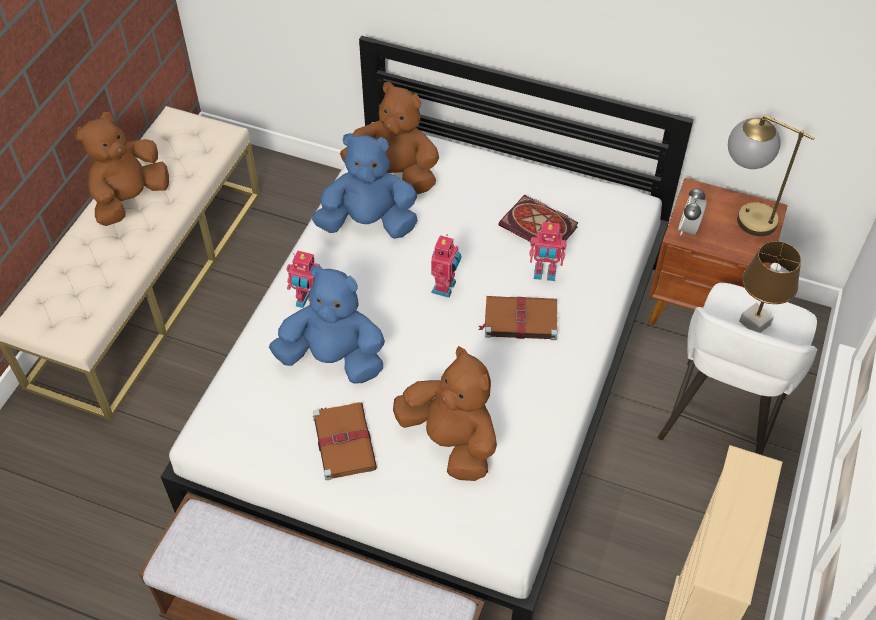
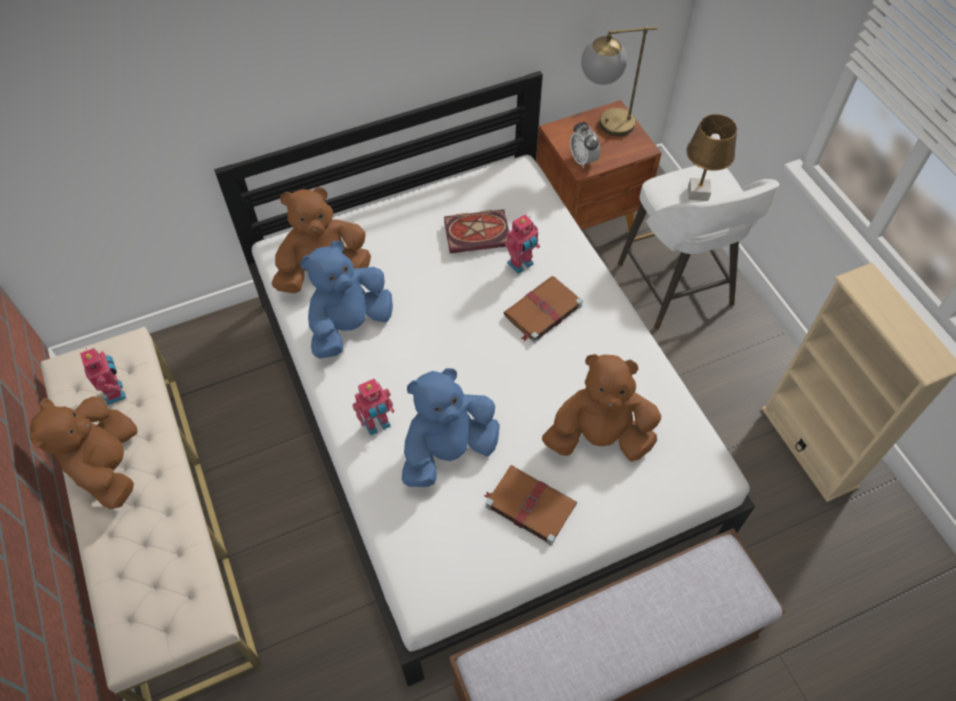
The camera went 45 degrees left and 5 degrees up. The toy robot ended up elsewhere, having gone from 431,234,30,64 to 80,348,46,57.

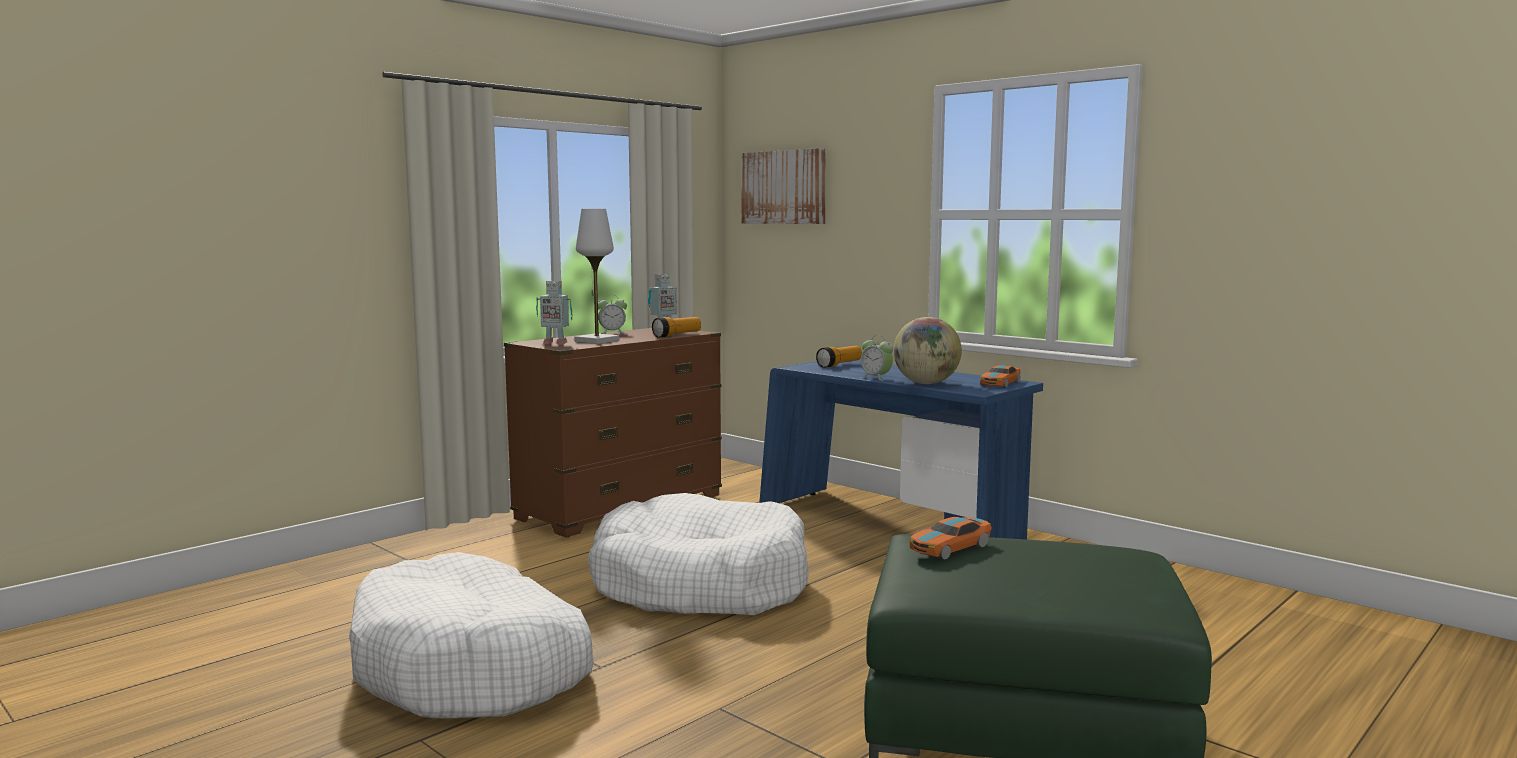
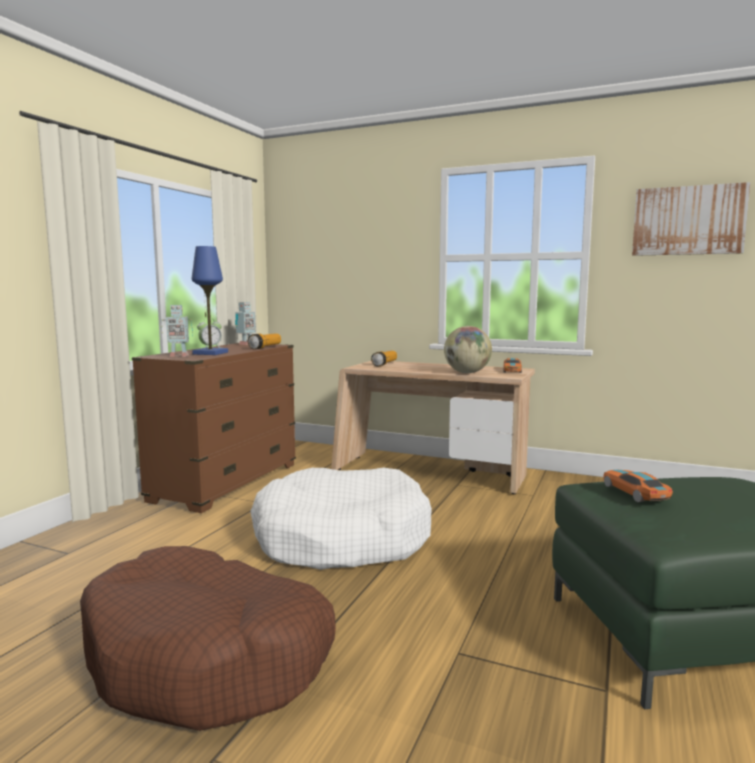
The camera went 20 degrees left and 0 degrees up. What was the white dog bed at 349,552,245,167 turned into the brown dog bed at 80,546,256,185. What was the white table lamp at 574,209,45,135 turned into the blue table lamp at 192,246,36,109. The picture ended up elsewhere, having gone from 741,148,85,76 to 632,182,118,74. What was the blue desk at 759,360,284,180 turned into the beige desk at 331,361,204,133. The second view lost the alarm clock at 860,335,33,46. The toy car at 910,517,82,42 ended up facing another way, 135 degrees clockwise from before.

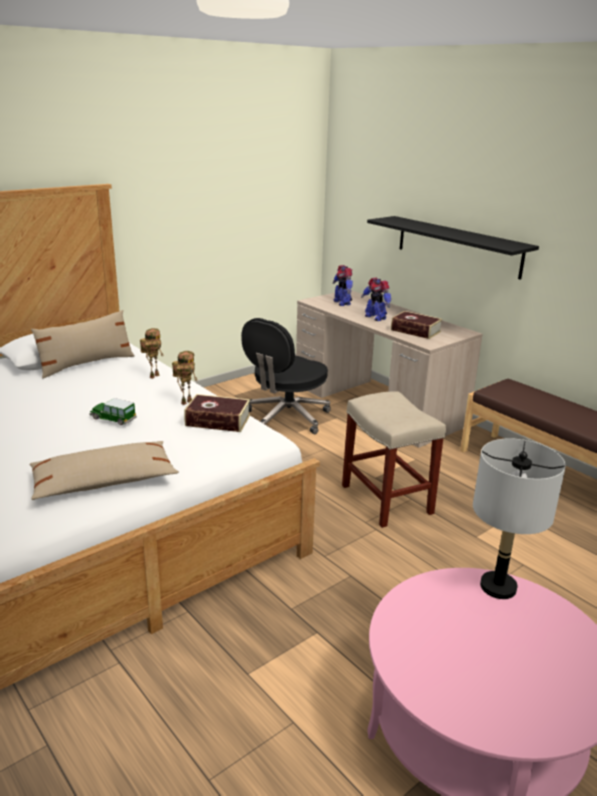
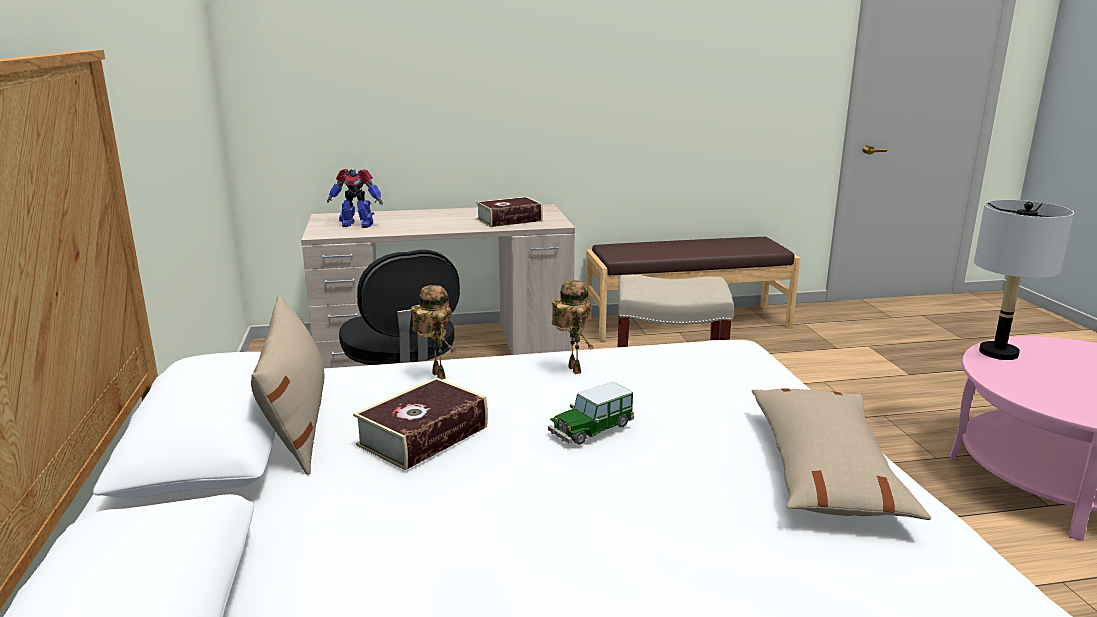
The camera went 60 degrees left and 5 degrees down. The book ended up elsewhere, having gone from 184,394,66,38 to 353,377,135,93. The second view lost the toy robot at 361,278,30,43. The second view lost the black shelf at 367,216,172,64.

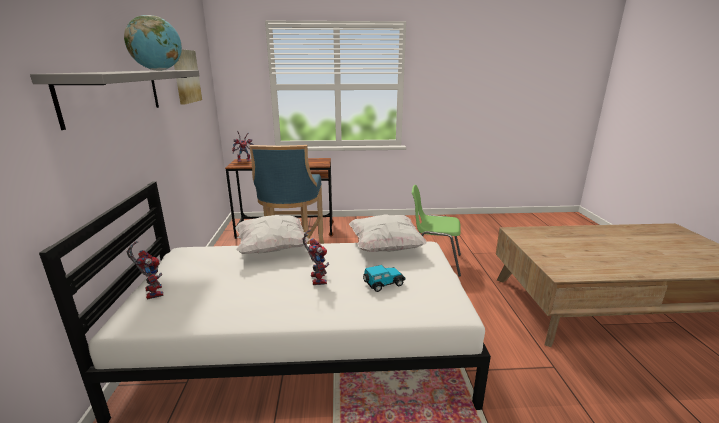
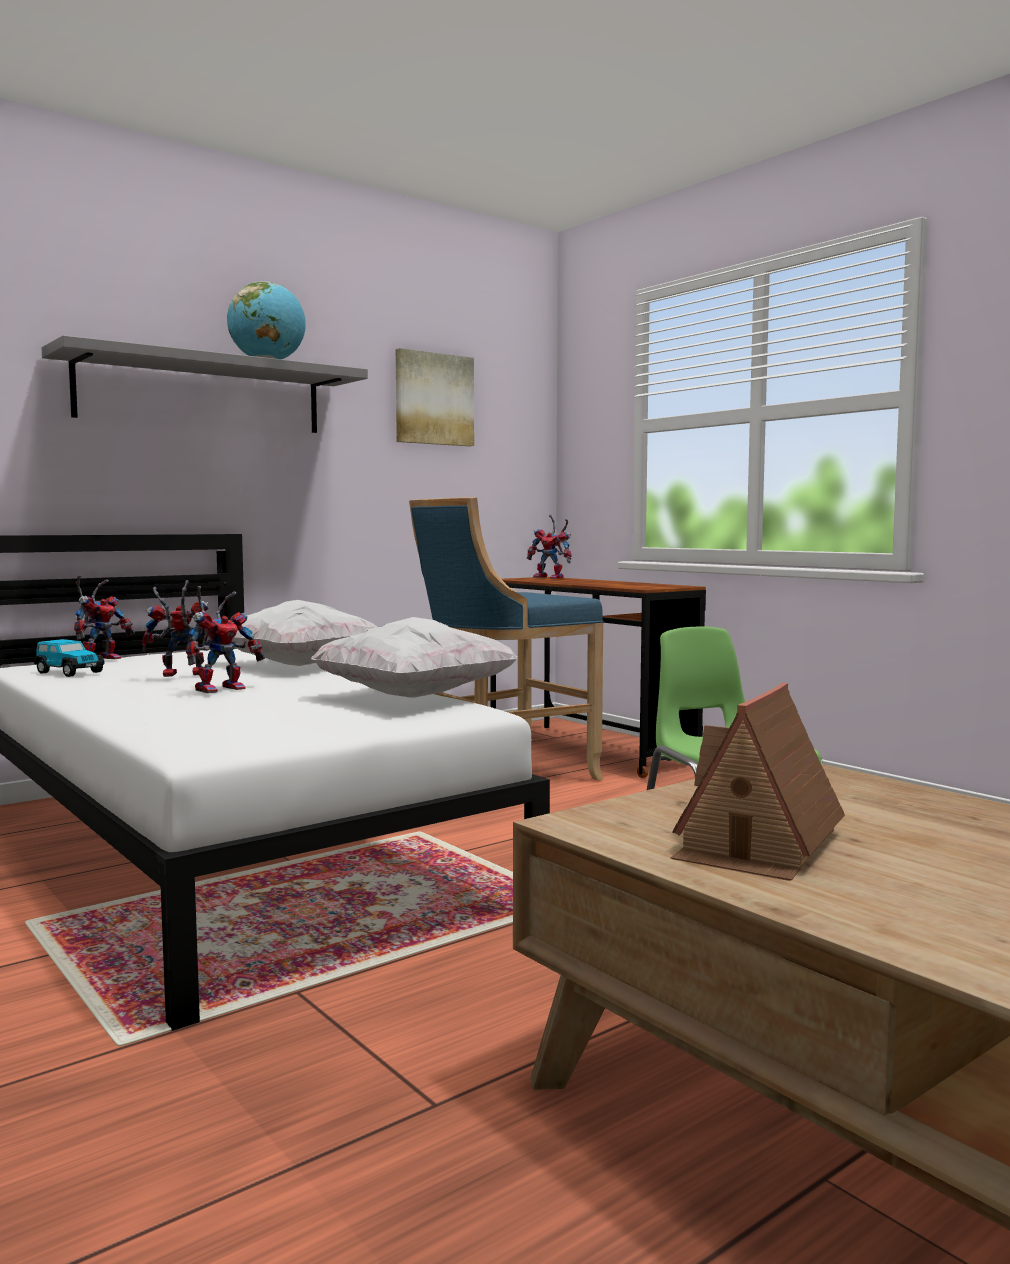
The camera went 55 degrees right and 15 degrees down. The toy car ended up elsewhere, having gone from 363,265,43,27 to 34,639,71,38. The second view gained the toy robot at 142,580,67,97. The second view gained the toy house at 670,683,175,198.

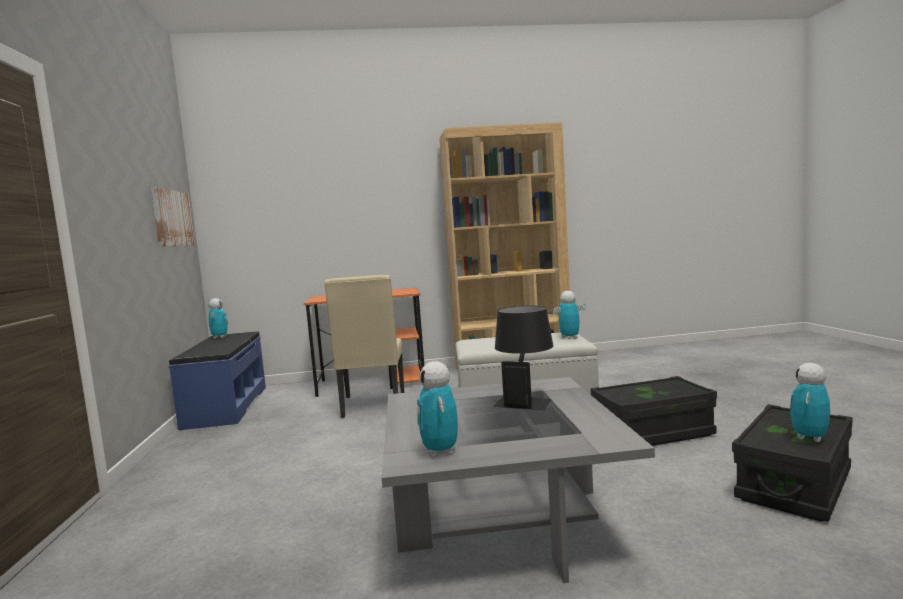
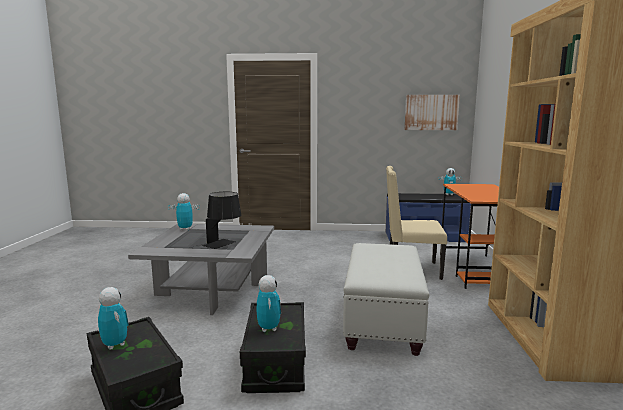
The camera went 100 degrees right and 5 degrees up. The toy robot ended up elsewhere, having gone from 551,291,35,48 to 257,275,24,57.

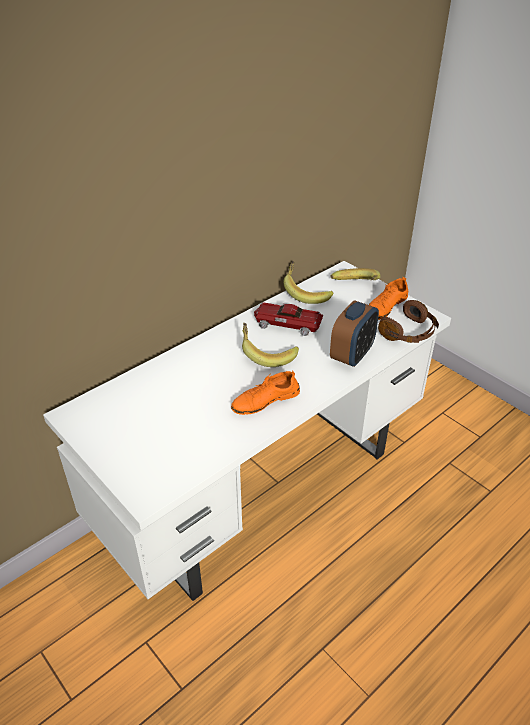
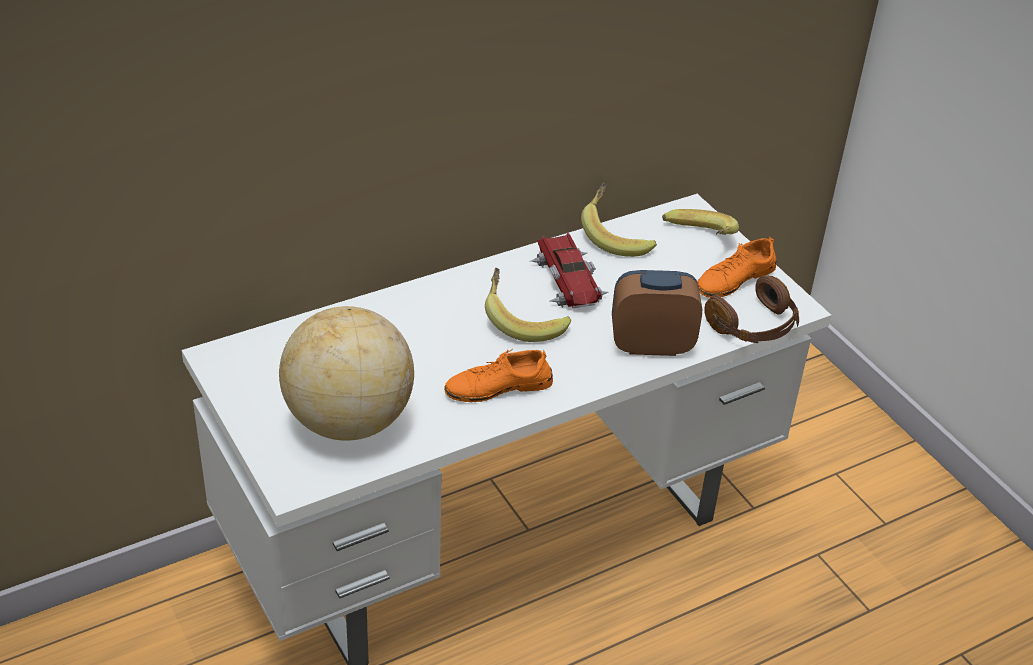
The camera went 10 degrees right and 0 degrees up. The toy car at 254,302,69,34 ended up facing another way, 135 degrees counterclockwise from before. The alarm clock at 330,301,49,66 ended up facing another way, 135 degrees counterclockwise from before. The second view gained the globe at 279,306,135,135.

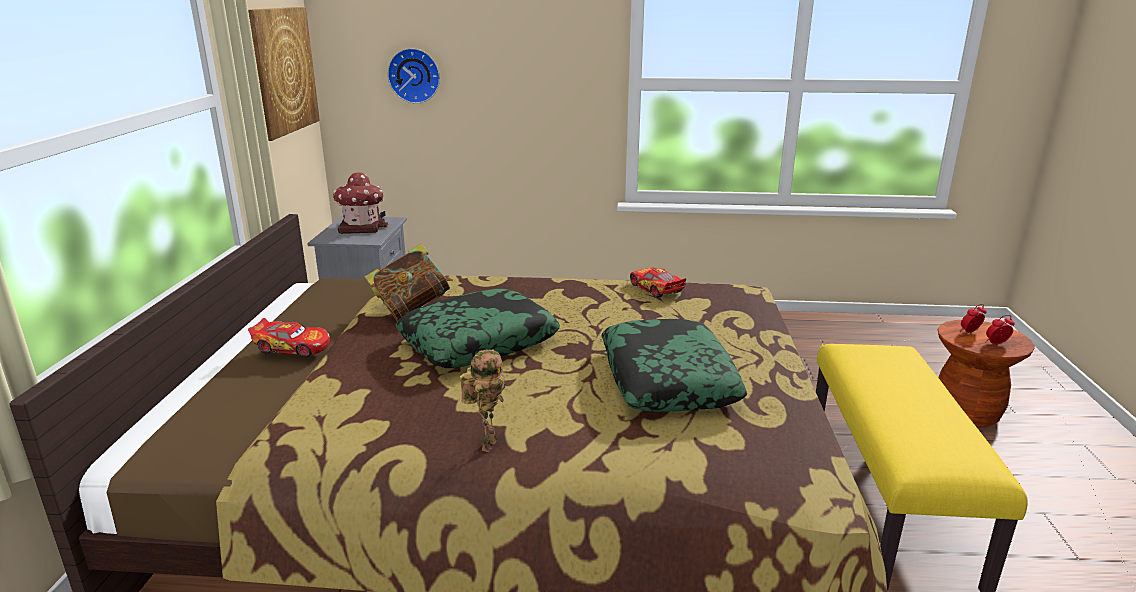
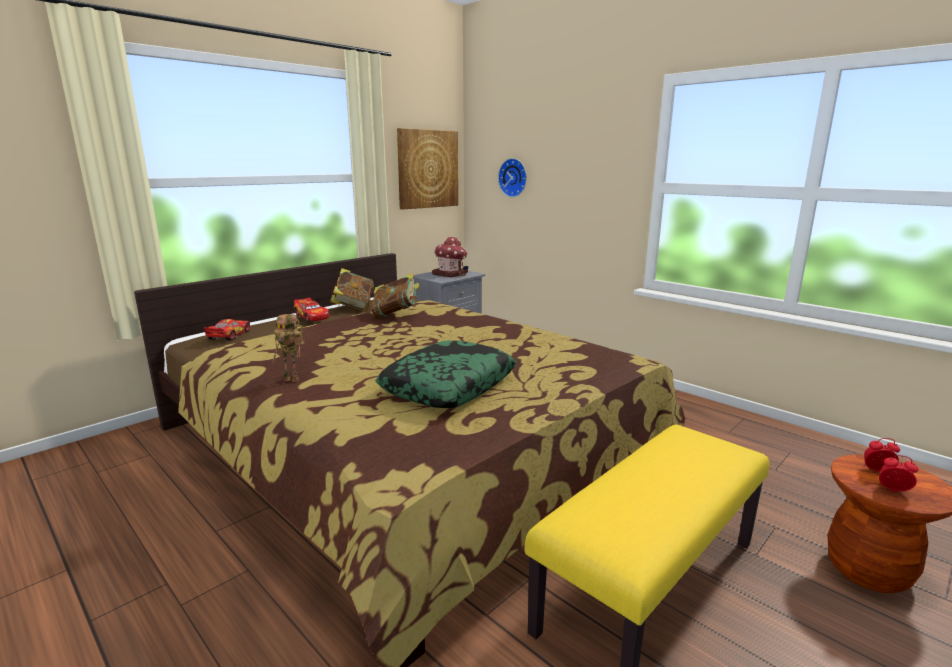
The camera went 40 degrees right and 5 degrees down. The second view lost the pillow at 396,289,164,79. The toy robot at 460,349,45,103 ended up facing another way, 45 degrees clockwise from before. The toy car ended up elsewhere, having gone from 630,267,56,31 to 204,319,46,21. The second view gained the book at 330,268,44,43.

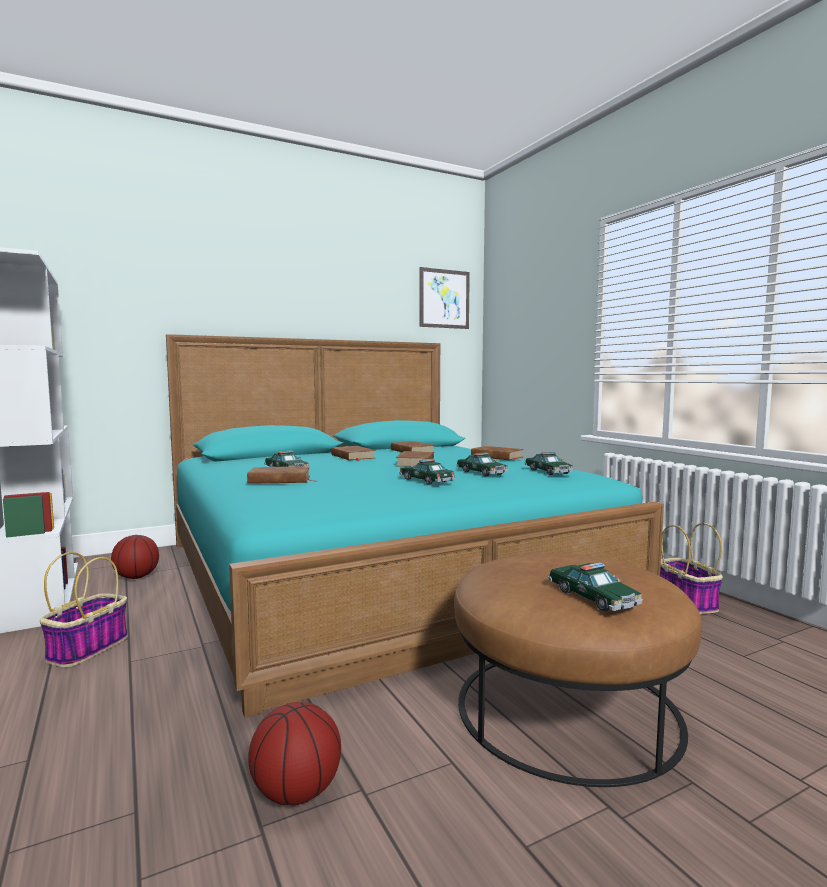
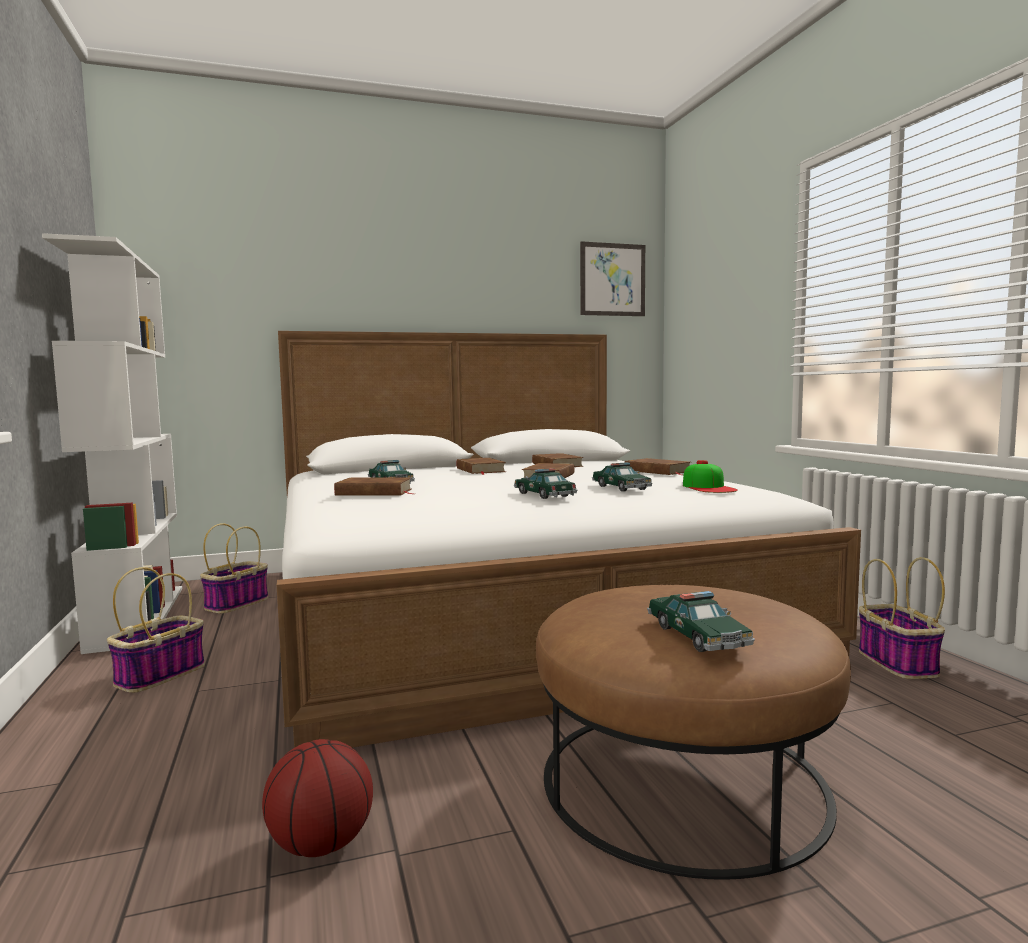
The camera went 10 degrees right and 0 degrees up. Where the basketball stood at 111,535,48,44, the basket came to stand at 200,523,68,91. What was the turquoise bed at 166,334,498,384 turned into the white bed at 277,331,584,417. Where the toy car stood at 525,452,49,23, the cap came to stand at 683,460,55,33.

